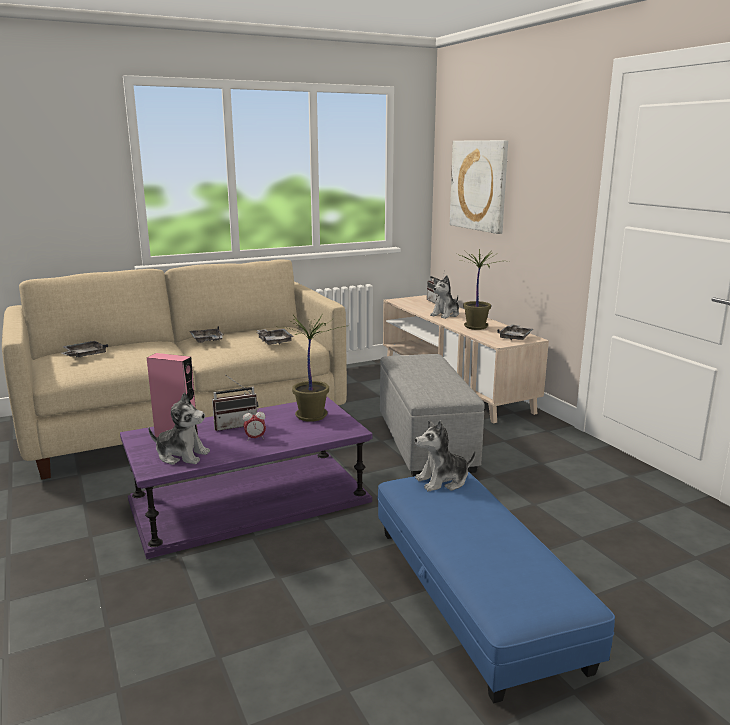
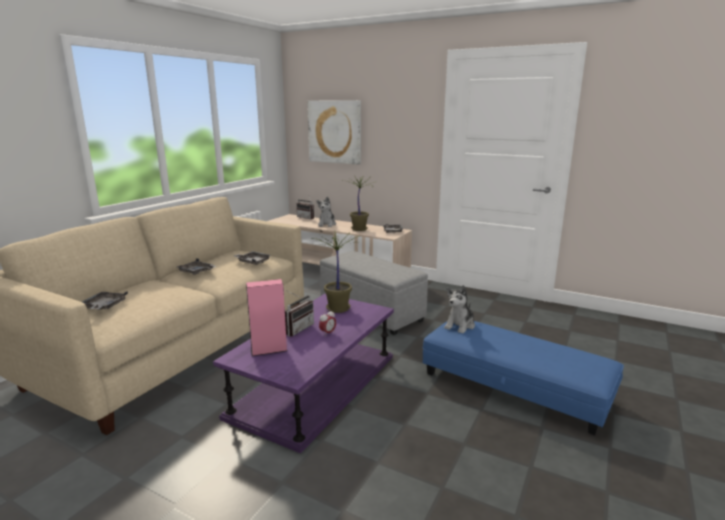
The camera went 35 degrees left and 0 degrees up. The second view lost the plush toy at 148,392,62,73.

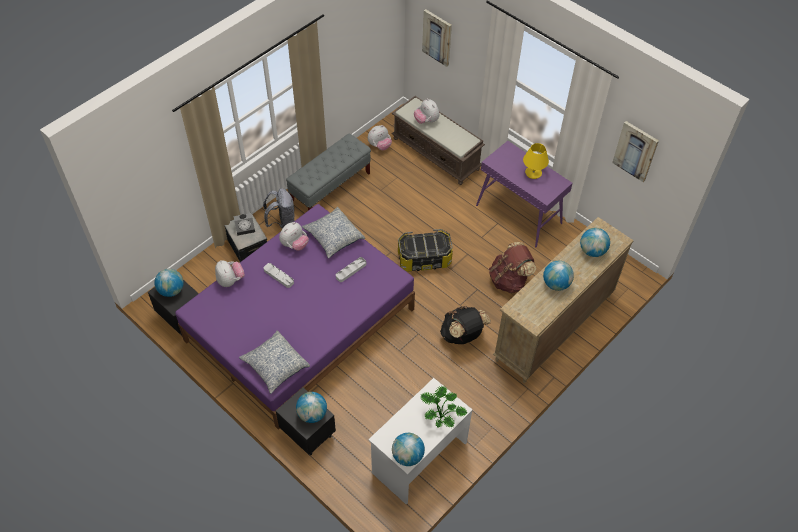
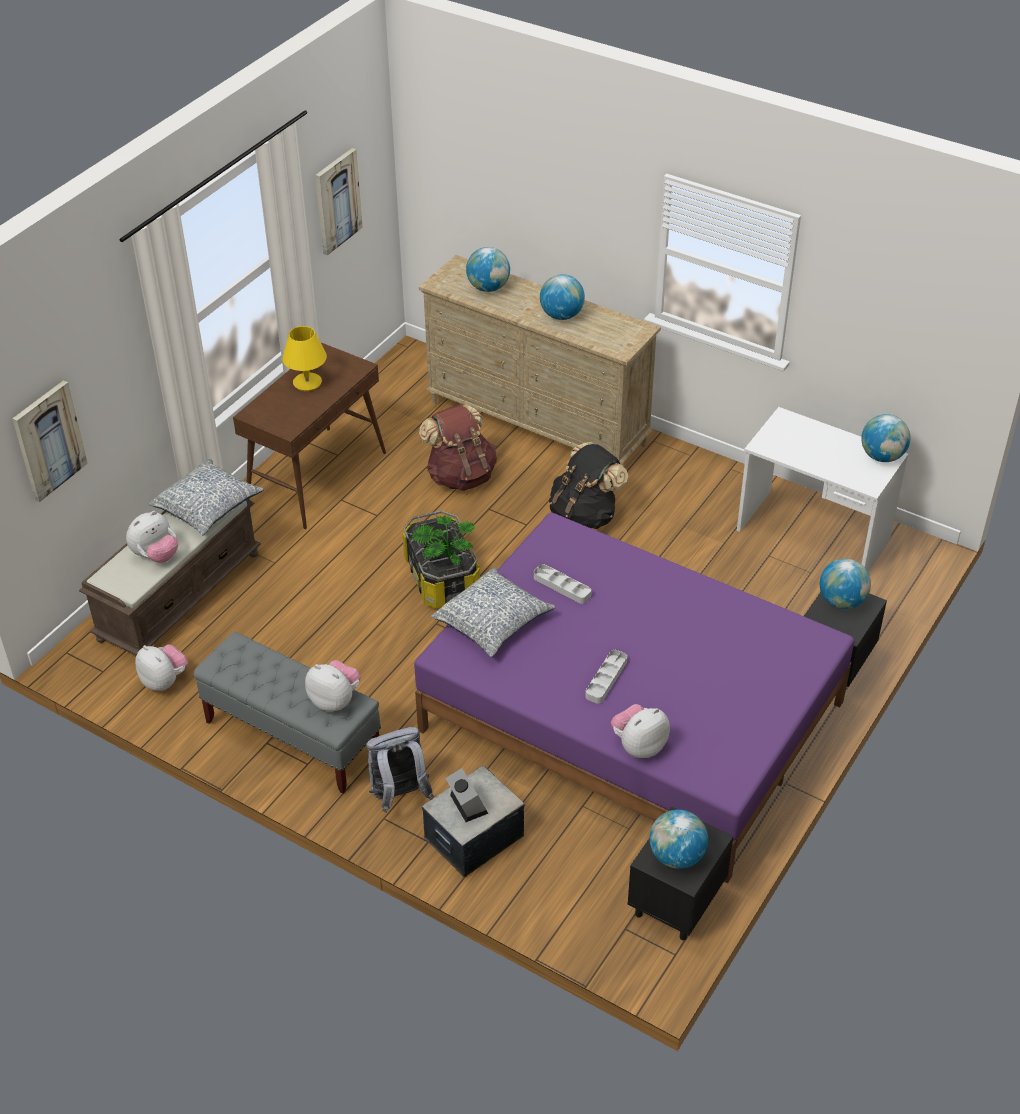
The camera went 100 degrees left and 10 degrees down. The pillow ended up elsewhere, having gone from 239,330,71,64 to 148,459,115,76. The plush toy ended up elsewhere, having gone from 279,222,30,29 to 305,660,55,51. The potted plant ended up elsewhere, having gone from 420,386,48,42 to 411,516,65,50. What was the purple console table at 476,141,97,107 turned into the brown console table at 233,343,153,186.

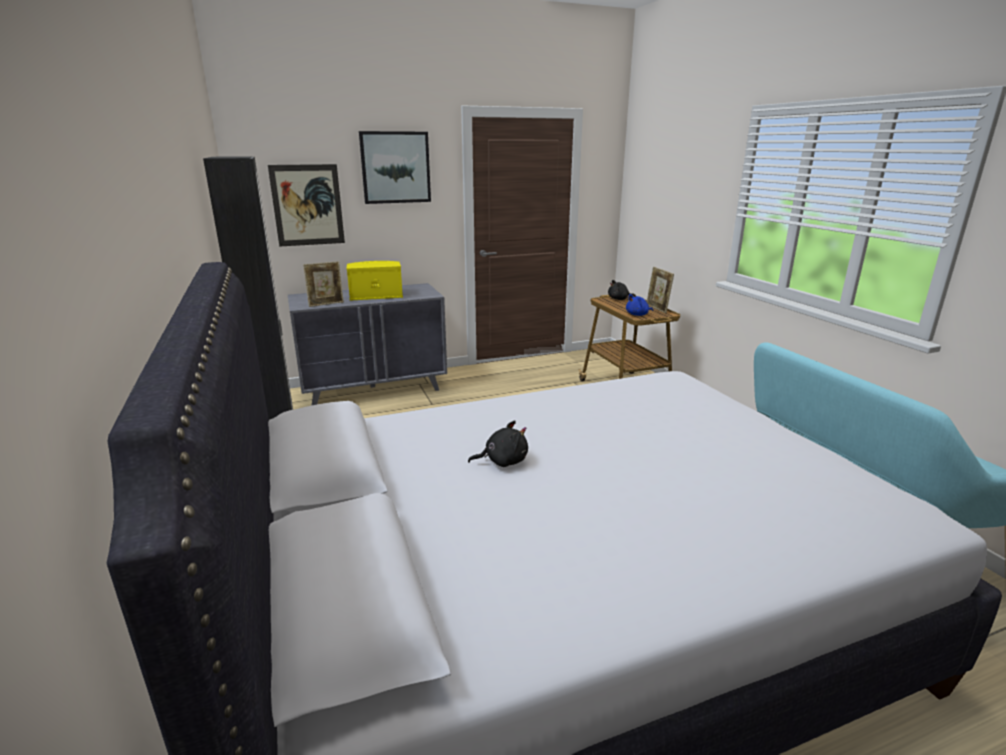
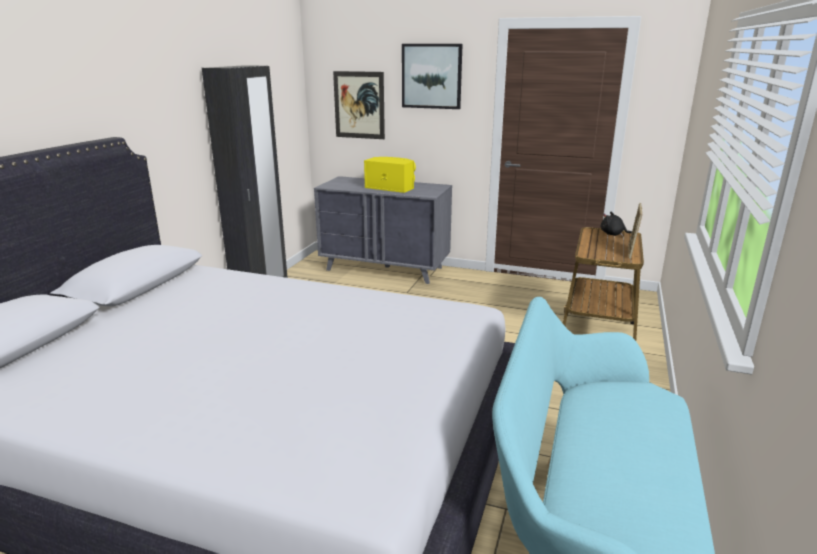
The camera went 40 degrees right and 0 degrees up. The second view lost the picture frame at 303,262,41,45. The second view lost the black plush toy at 468,420,60,47. The second view lost the blue plush toy at 626,294,27,22.

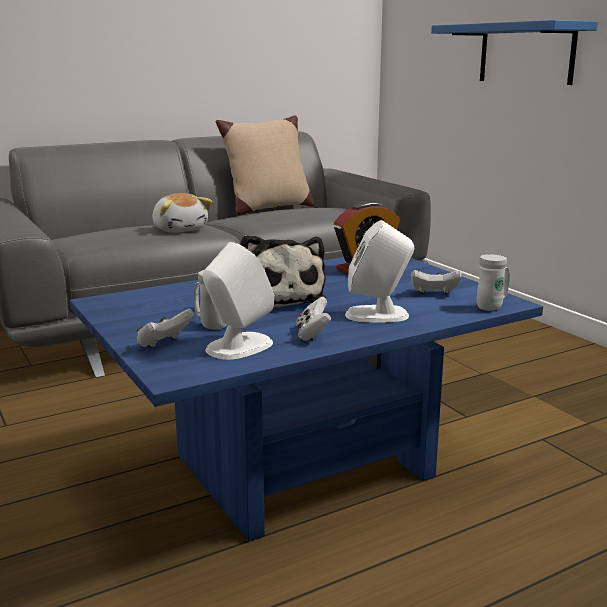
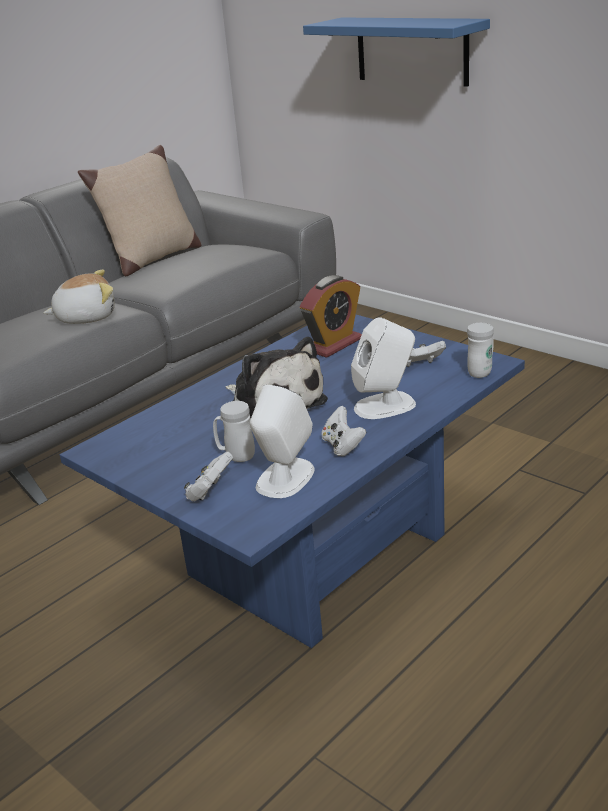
The camera went 15 degrees left and 10 degrees up. The plush toy at 152,193,60,40 ended up facing another way, 60 degrees counterclockwise from before.

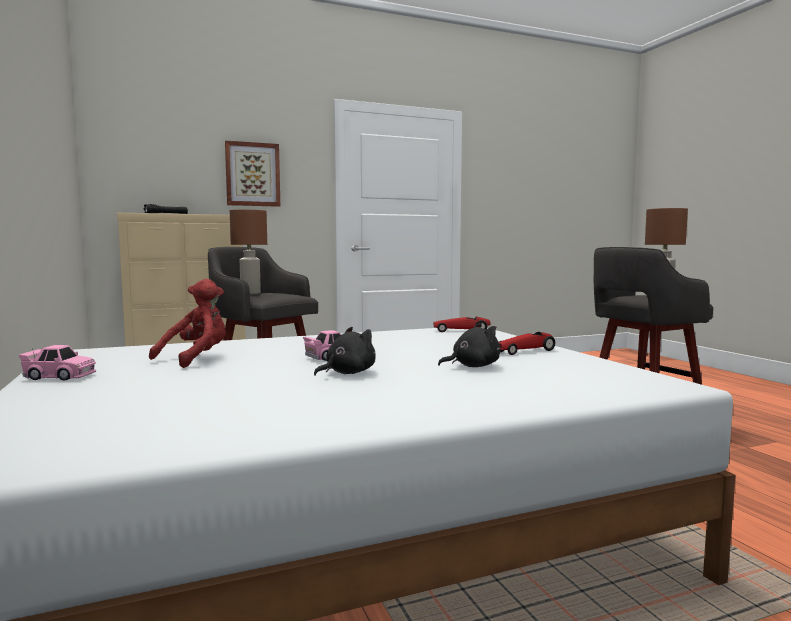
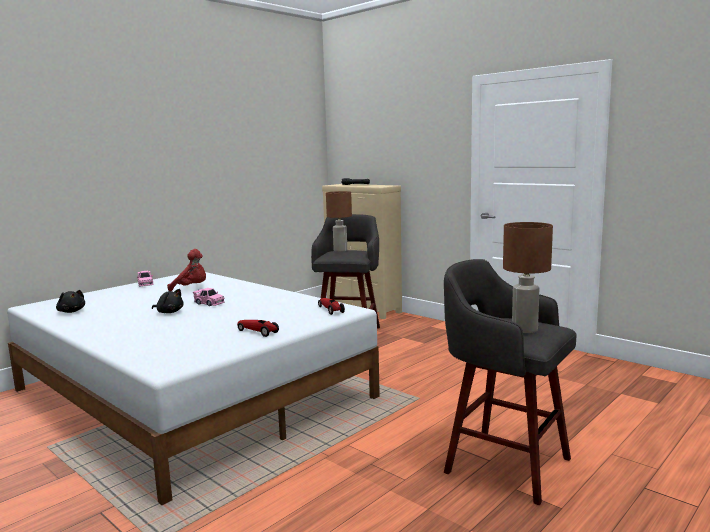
The camera went 65 degrees right and 5 degrees up. The second view lost the picture at 225,140,55,67. The black plush toy ended up elsewhere, having gone from 438,323,62,44 to 56,290,29,23.

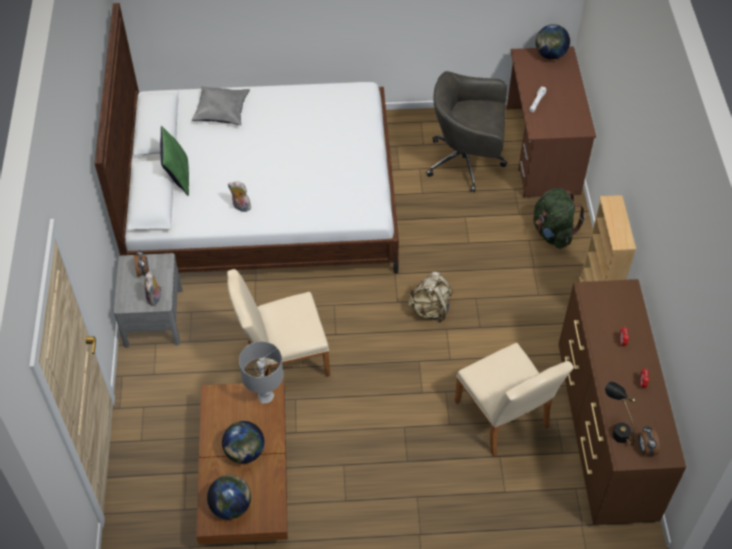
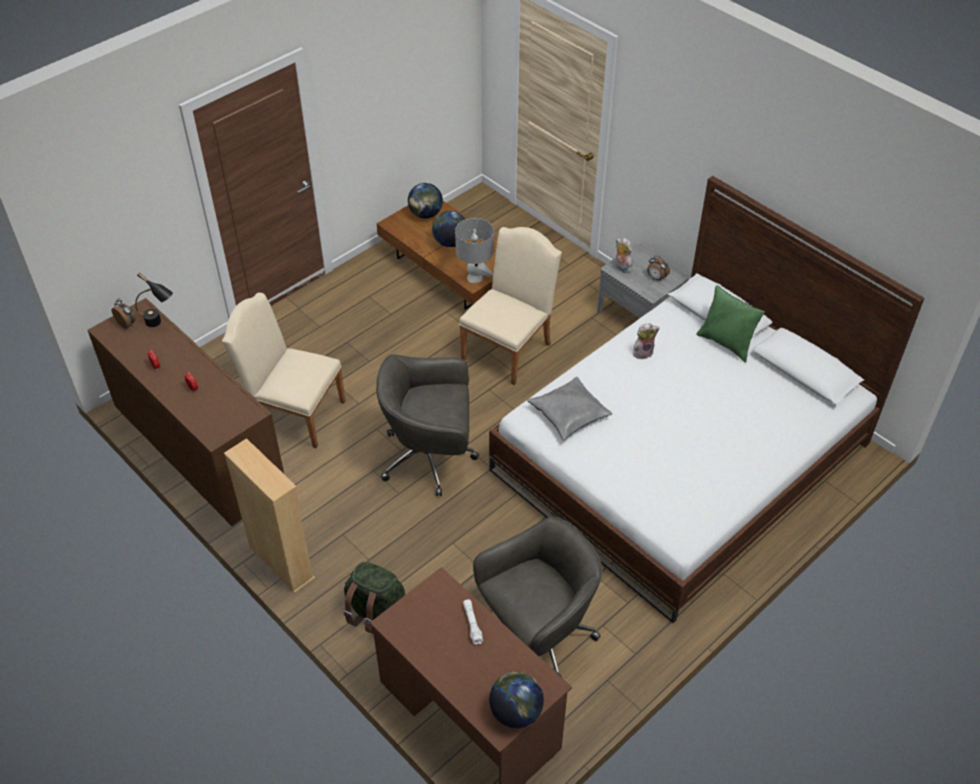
The camera went 140 degrees right and 5 degrees down. The grey pillow ended up elsewhere, having gone from 192,86,58,39 to 527,377,85,63. Where the beige backpack stood at 408,272,45,50, the grey office chair came to stand at 376,354,103,142.

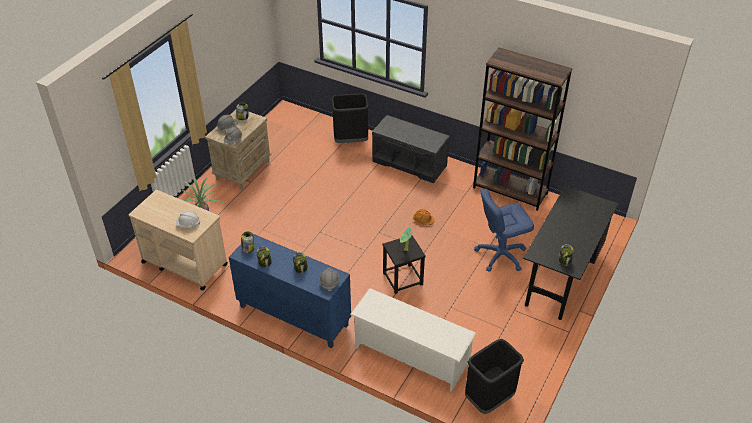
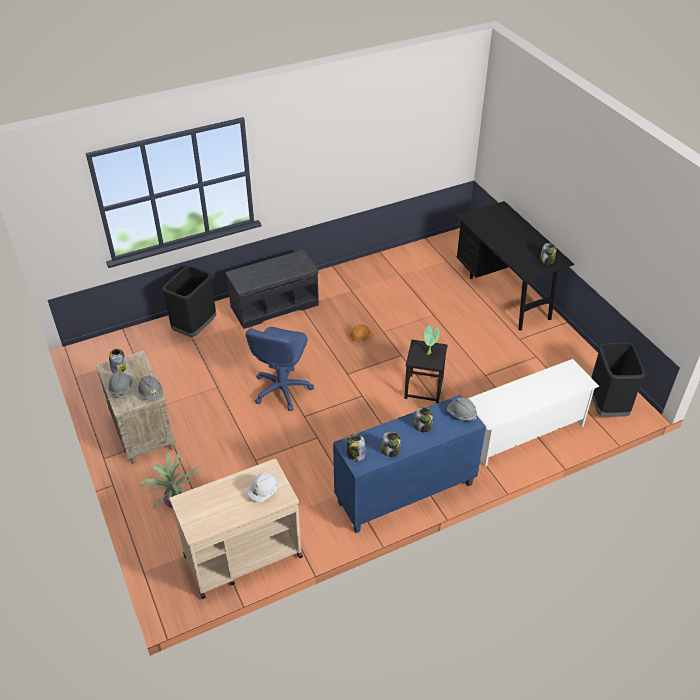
The camera went 55 degrees left and 0 degrees up. The second view lost the brown bookcase at 473,48,100,163. The blue office chair ended up elsewhere, having gone from 474,188,60,84 to 245,327,69,84.

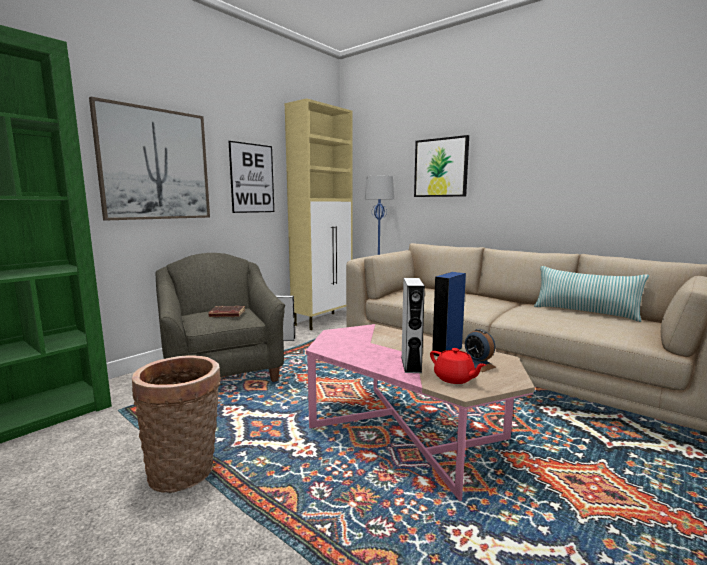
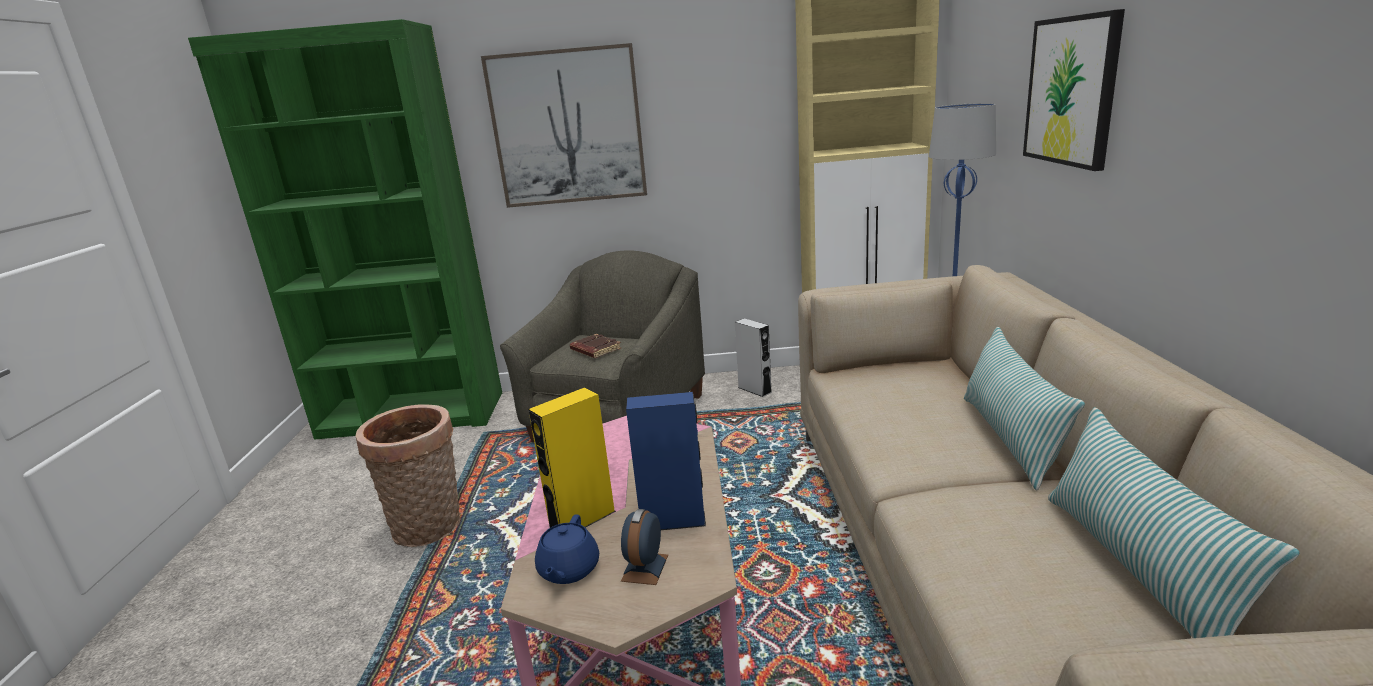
The camera went 50 degrees right and 10 degrees up. The second view lost the picture at 229,141,45,72. What was the grey speaker at 401,278,24,95 turned into the yellow speaker at 529,387,87,141. What was the red teapot at 430,348,56,36 turned into the blue teapot at 535,514,64,70. The second view gained the pillow at 964,327,121,163.

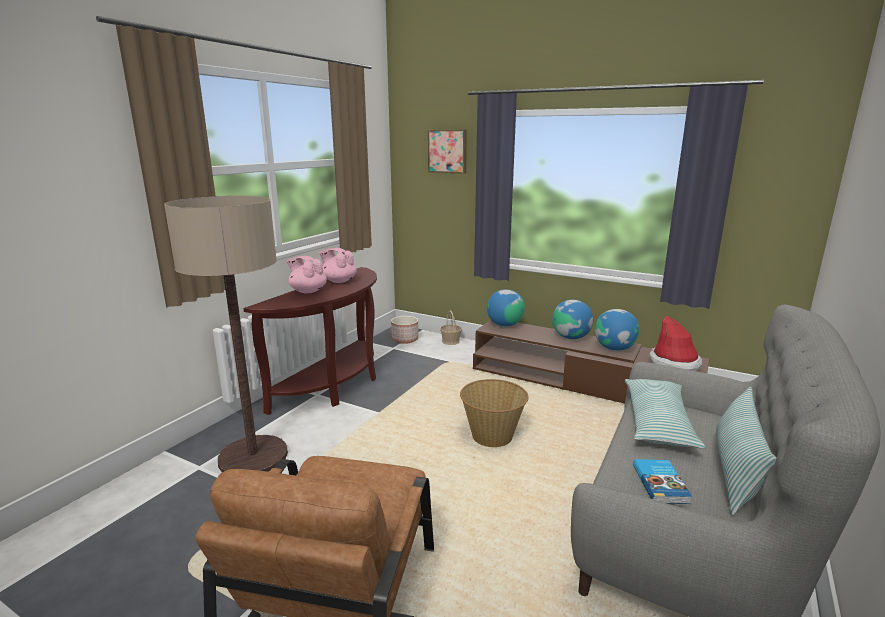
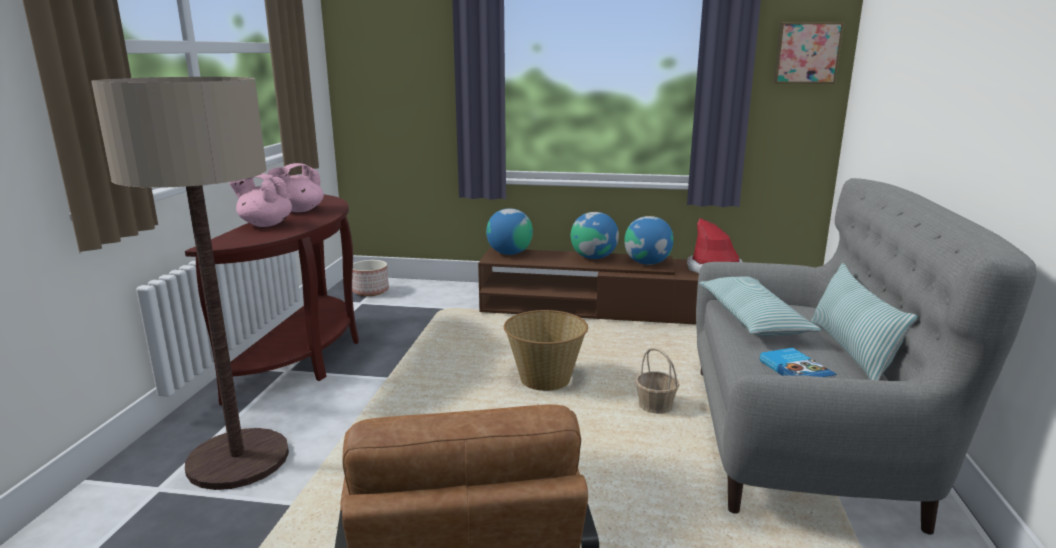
The camera went 20 degrees left and 0 degrees up. The pink teapot at 319,248,37,35 ended up facing another way, 60 degrees counterclockwise from before. The picture ended up elsewhere, having gone from 428,130,39,44 to 774,22,70,62. The basket ended up elsewhere, having gone from 440,310,22,35 to 635,347,45,67.

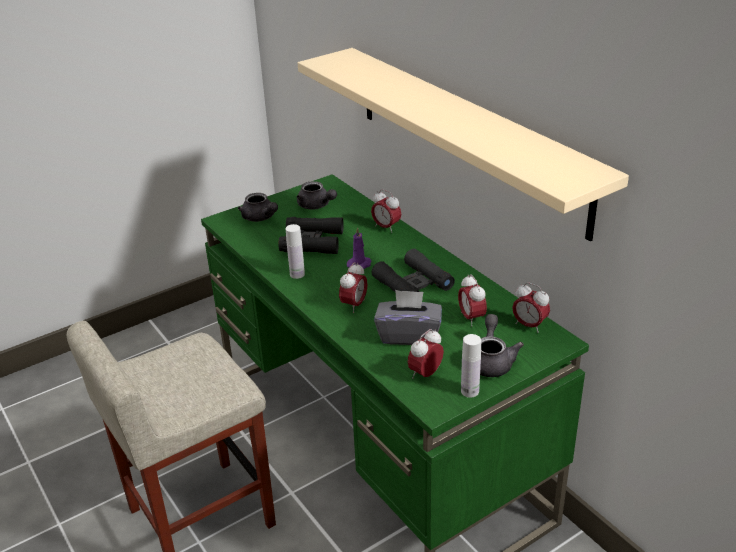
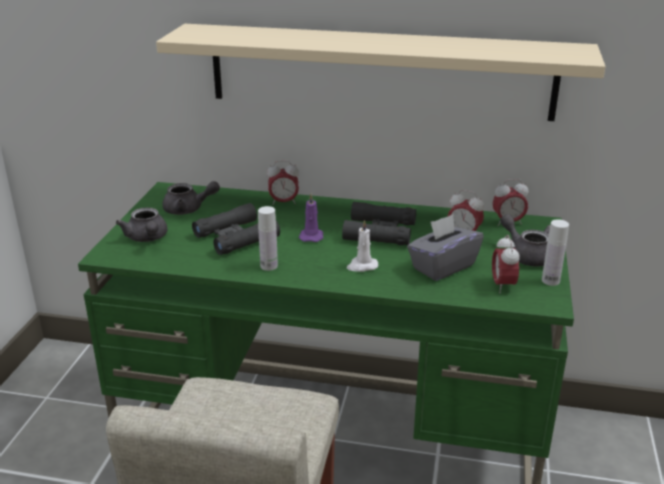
The camera went 45 degrees left and 5 degrees down. The grey teapot at 238,193,40,29 ended up facing another way, 60 degrees clockwise from before. Where the alarm clock stood at 339,262,29,51, the white candle came to stand at 347,220,31,52.

